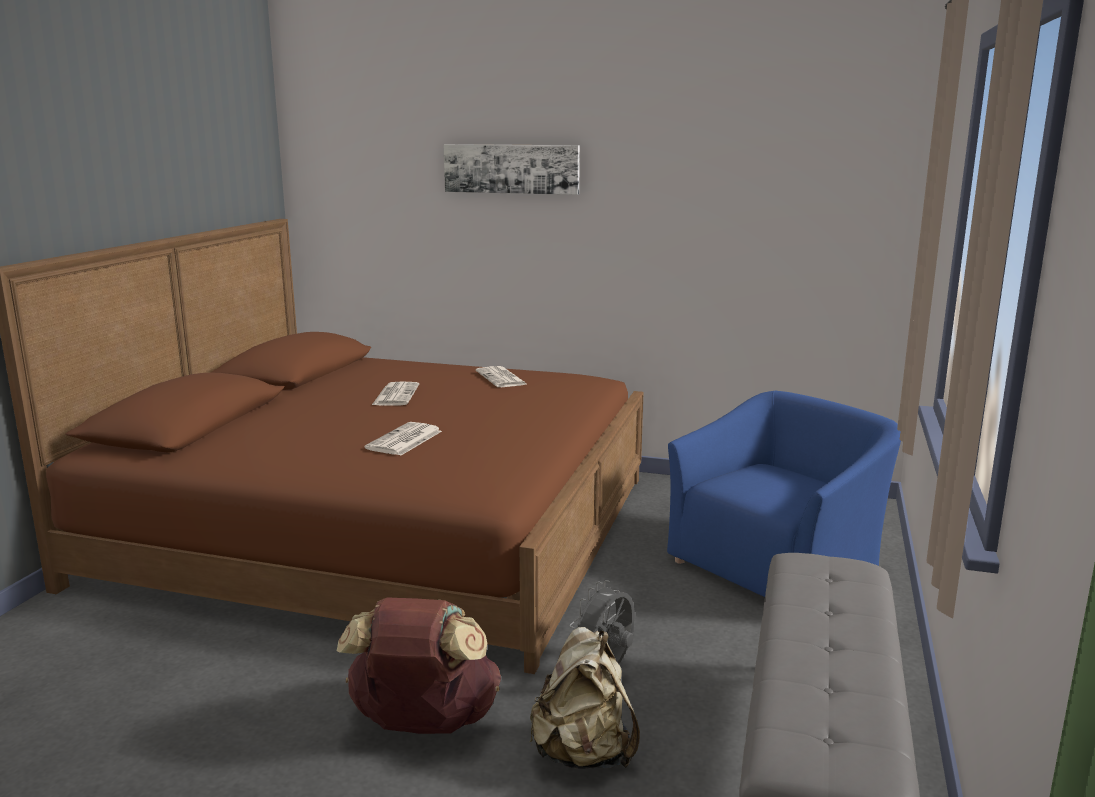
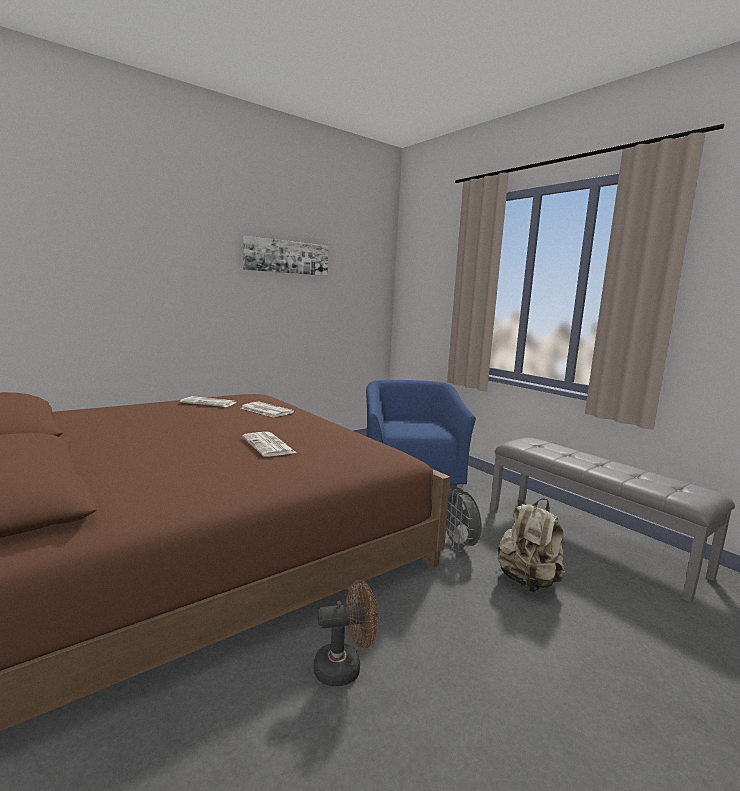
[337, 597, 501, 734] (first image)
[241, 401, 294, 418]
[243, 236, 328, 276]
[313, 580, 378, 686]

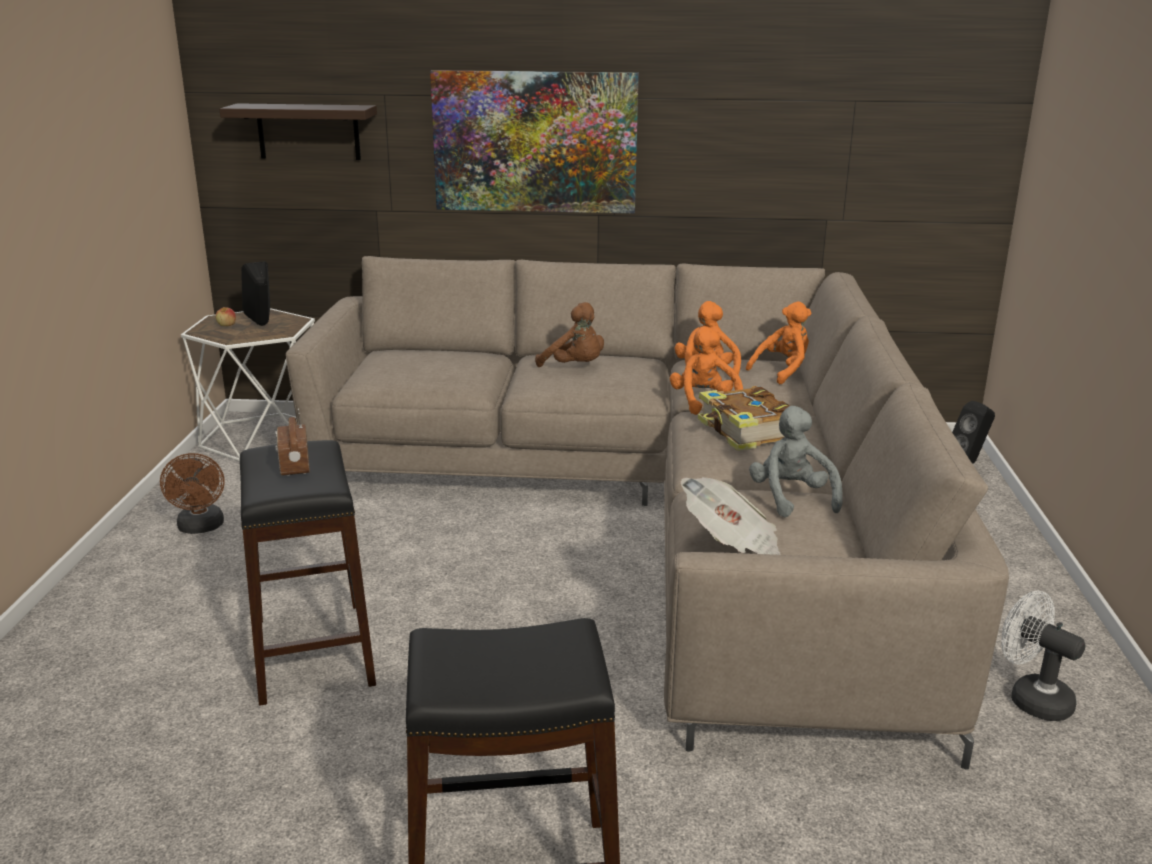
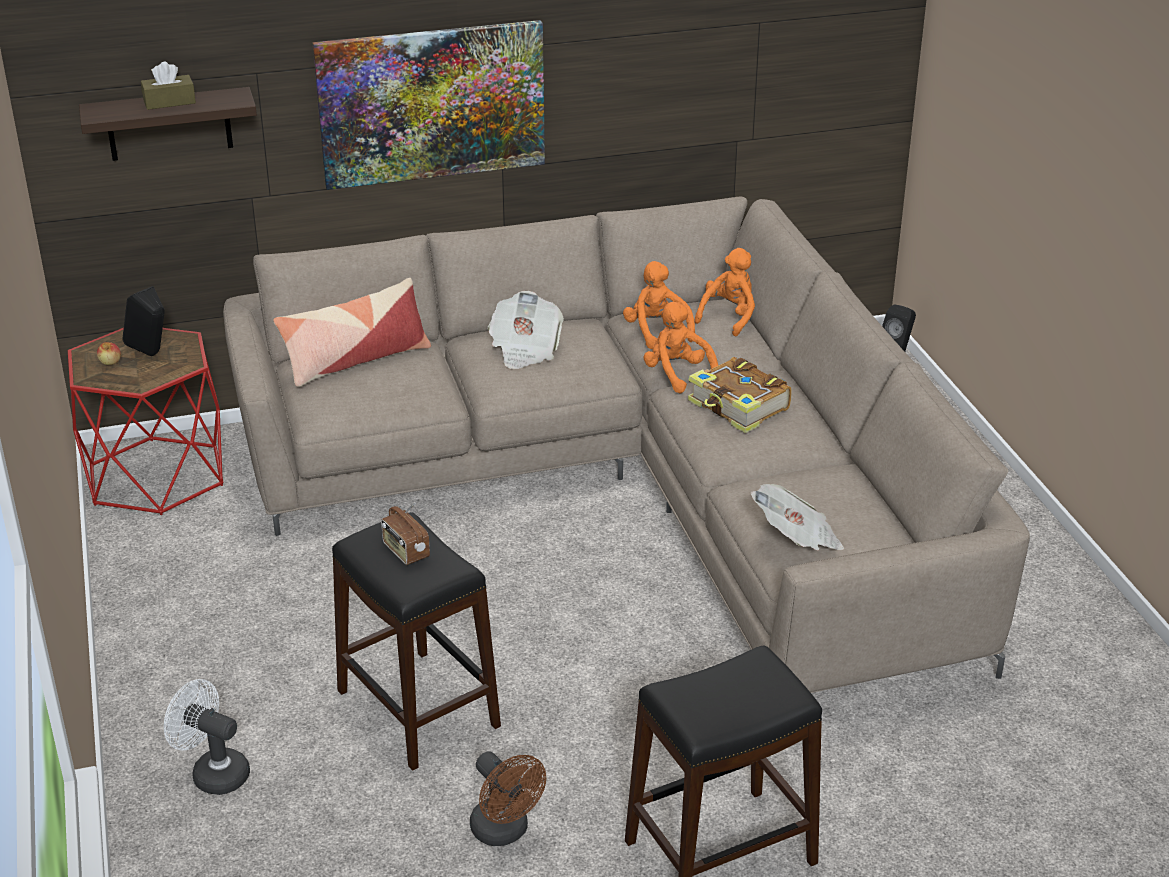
[470, 751, 546, 846]
[68, 328, 223, 515]
[488, 291, 564, 369]
[749, 406, 842, 518] (first image)
[164, 679, 250, 795]
[141, 61, 196, 110]
[273, 278, 431, 387]

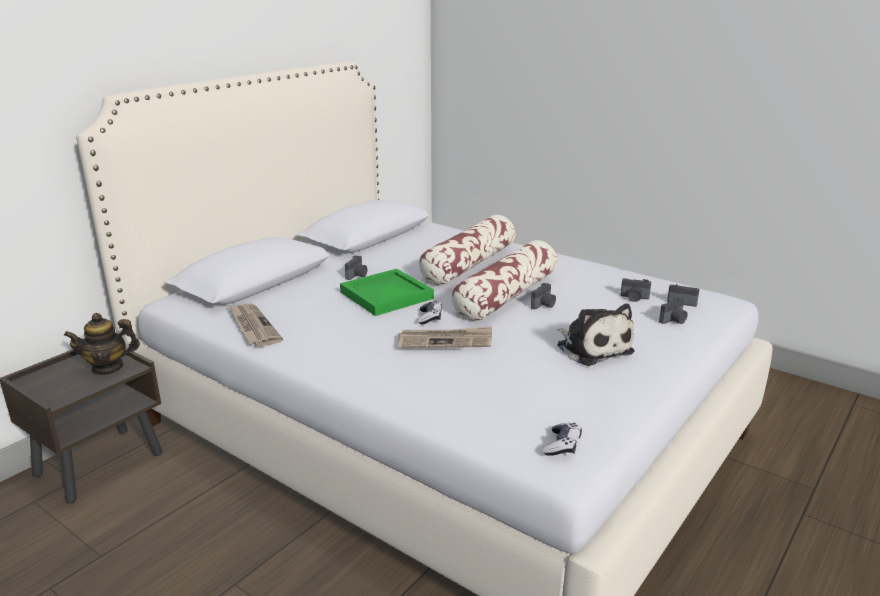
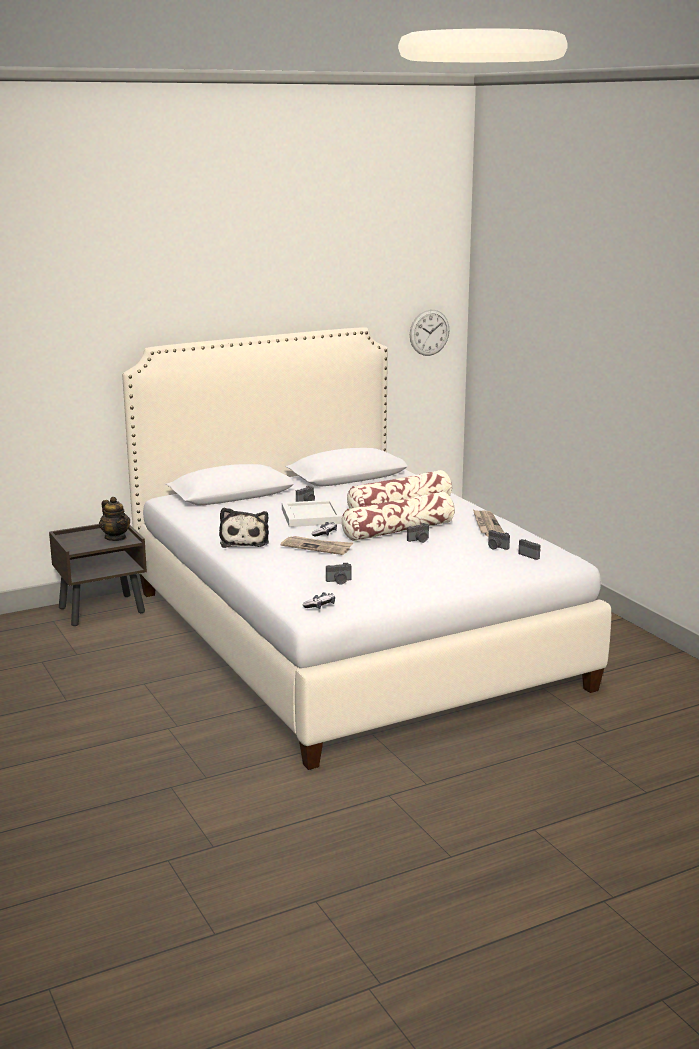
[99, 497, 130, 541]
[473, 510, 504, 537]
[282, 500, 343, 527]
[219, 508, 269, 548]
[326, 563, 352, 584]
[410, 310, 449, 356]

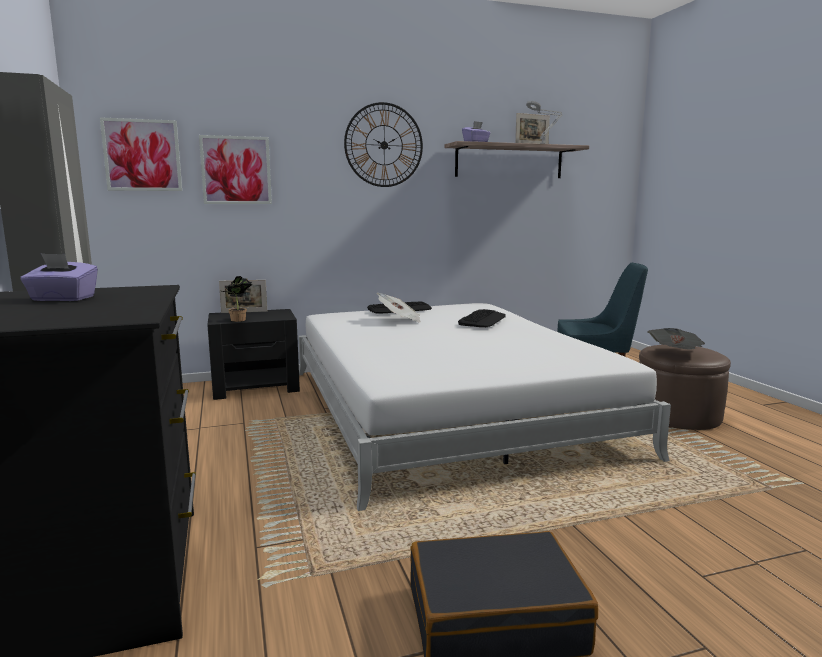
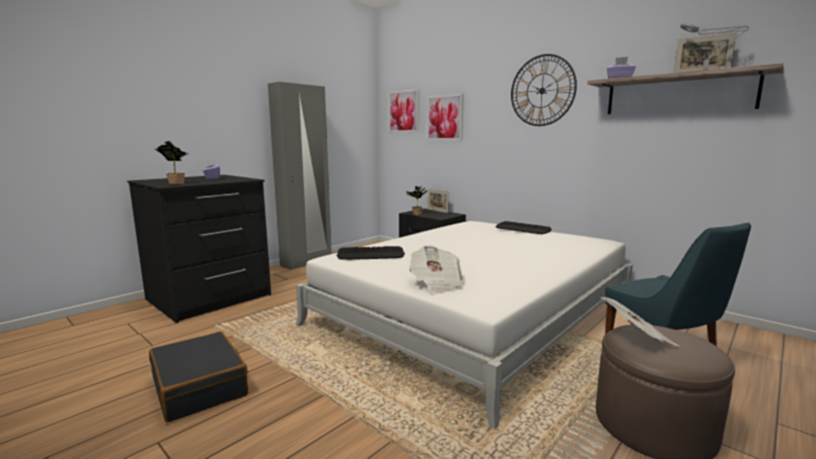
[409, 245, 463, 294]
[337, 246, 405, 260]
[155, 141, 189, 185]

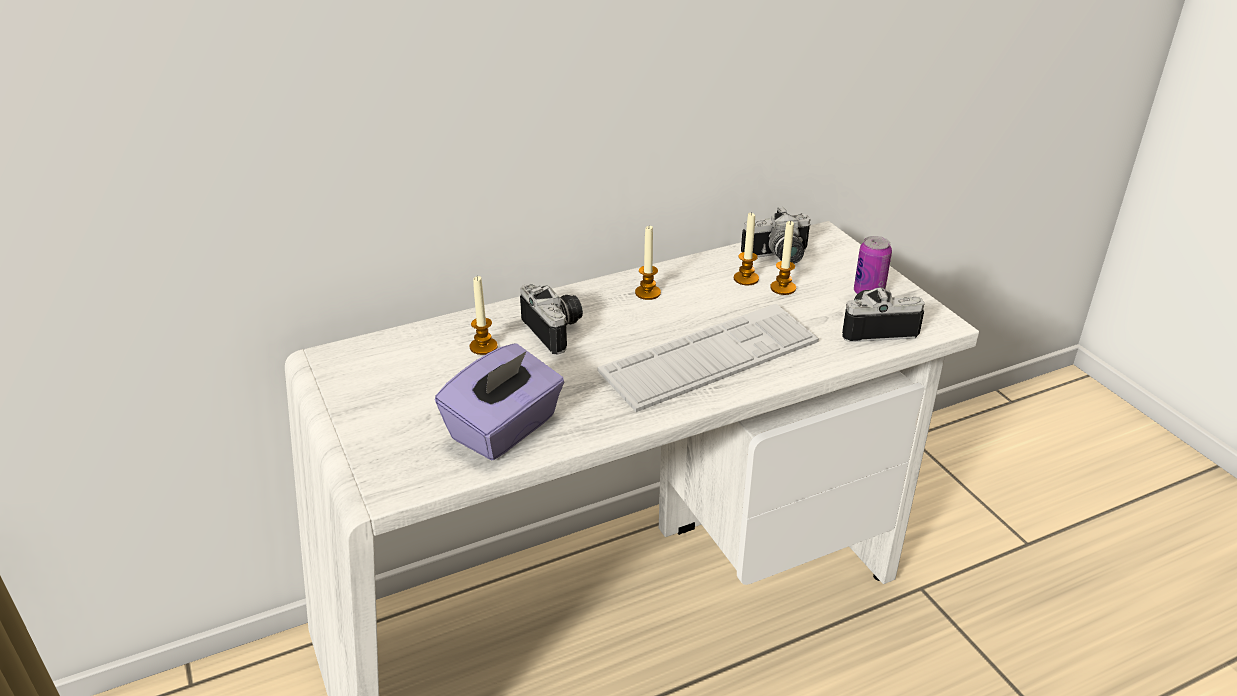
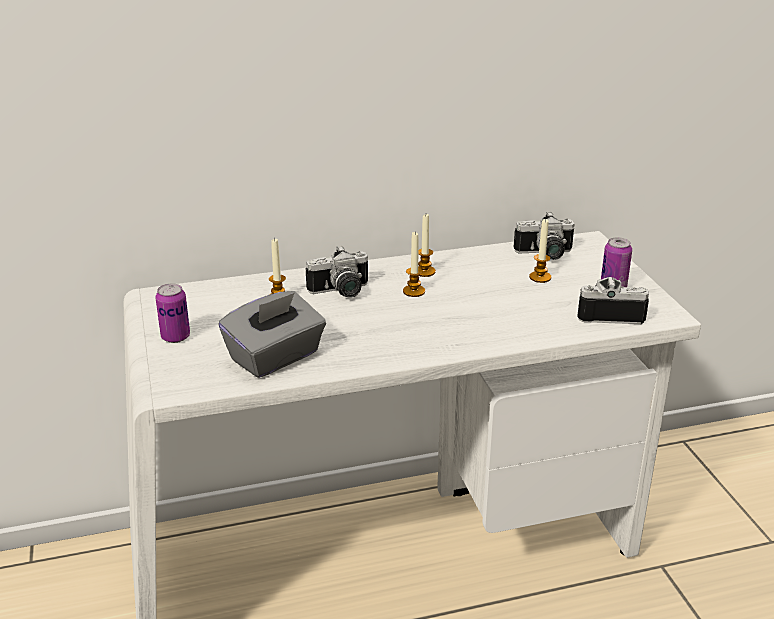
[219, 291, 326, 378]
[306, 246, 368, 298]
[598, 304, 819, 412] (first image)
[403, 232, 425, 297]
[156, 283, 190, 343]

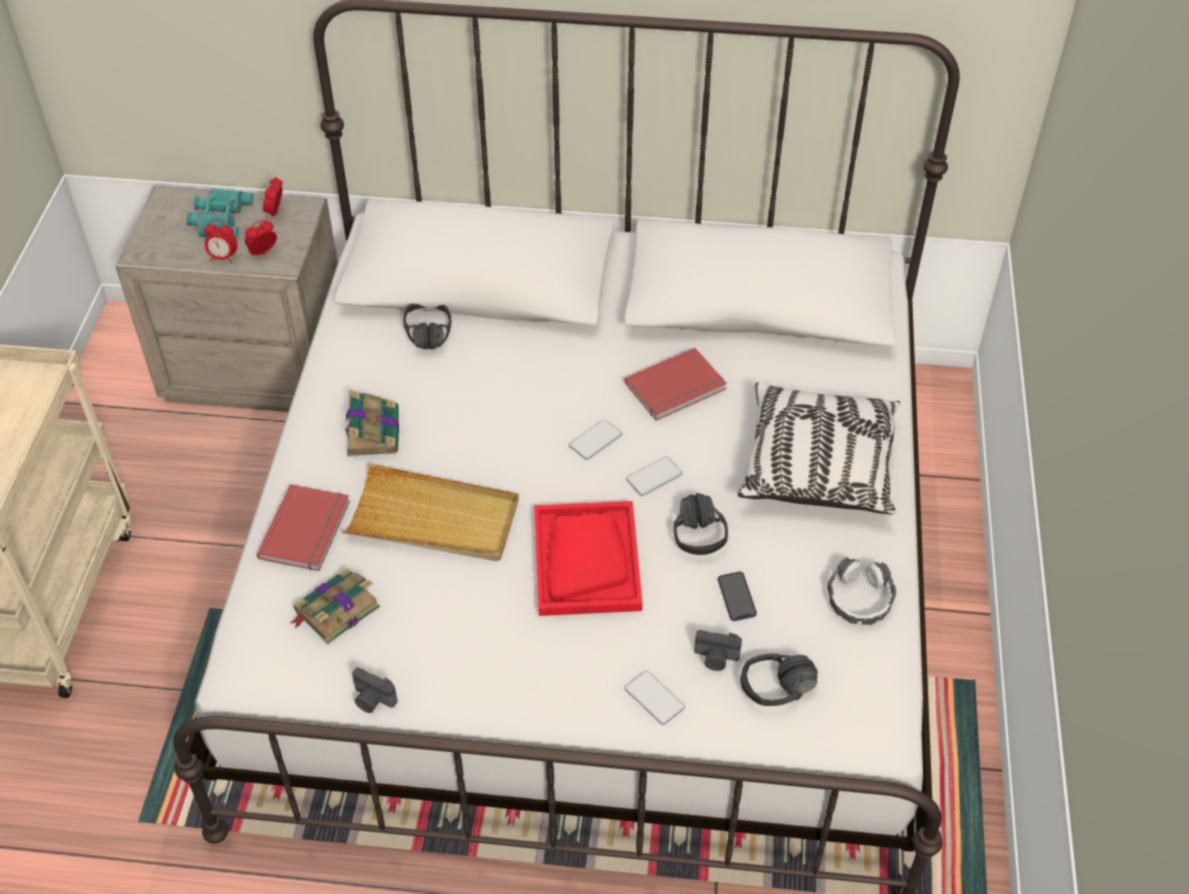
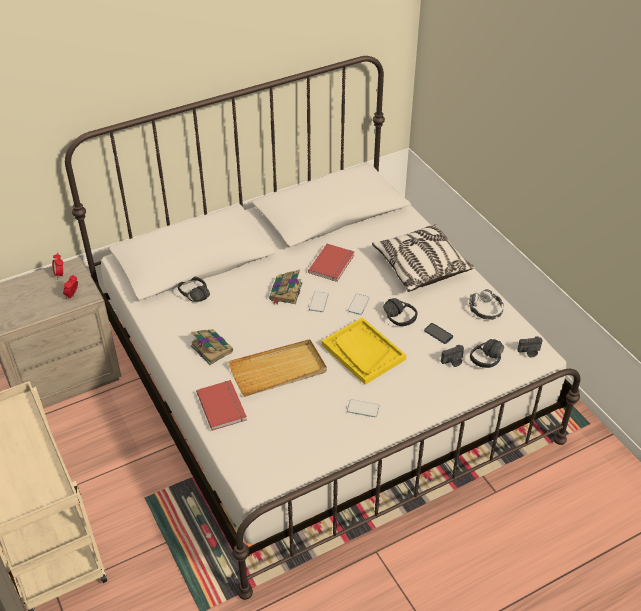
[186, 189, 254, 239] (first image)
[204, 219, 237, 263] (first image)
[269, 270, 303, 304]
[517, 337, 543, 357]
[322, 317, 406, 385]
[347, 399, 380, 417]

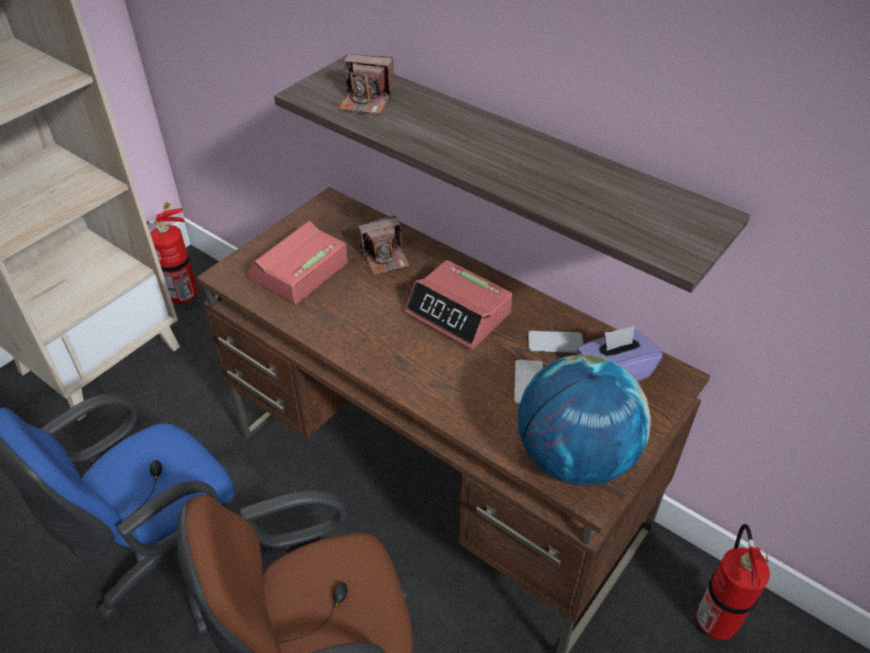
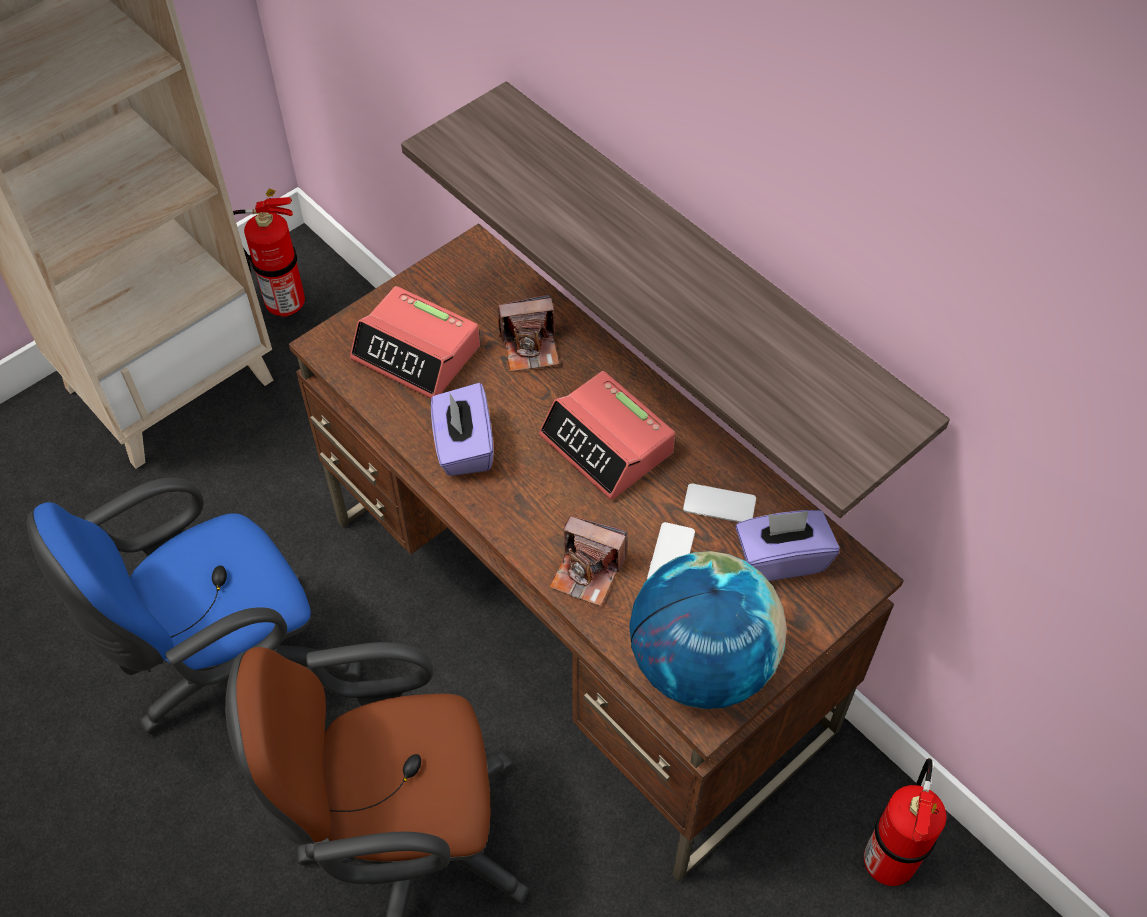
[350, 286, 480, 398]
[550, 515, 627, 606]
[431, 383, 494, 476]

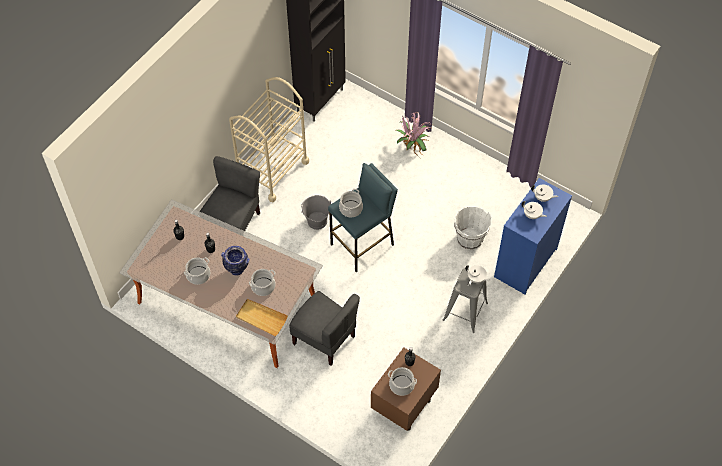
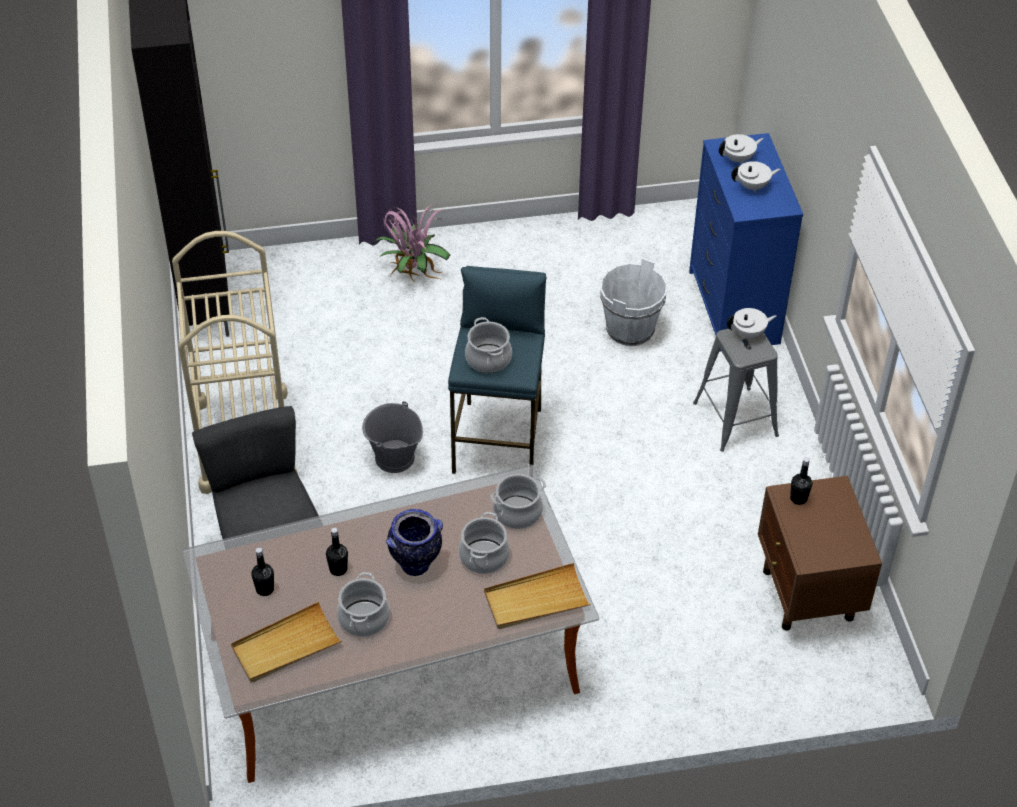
[289, 291, 360, 366] (first image)
[490, 474, 546, 529]
[231, 602, 342, 682]

